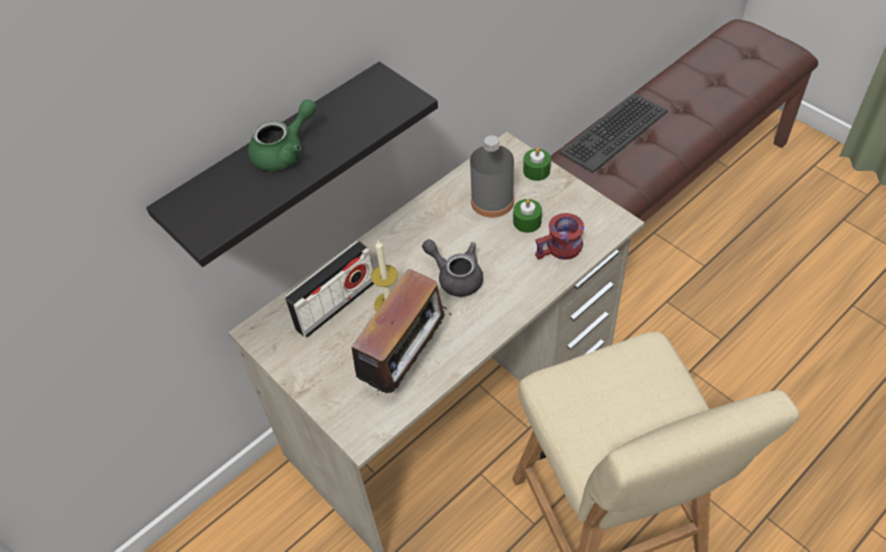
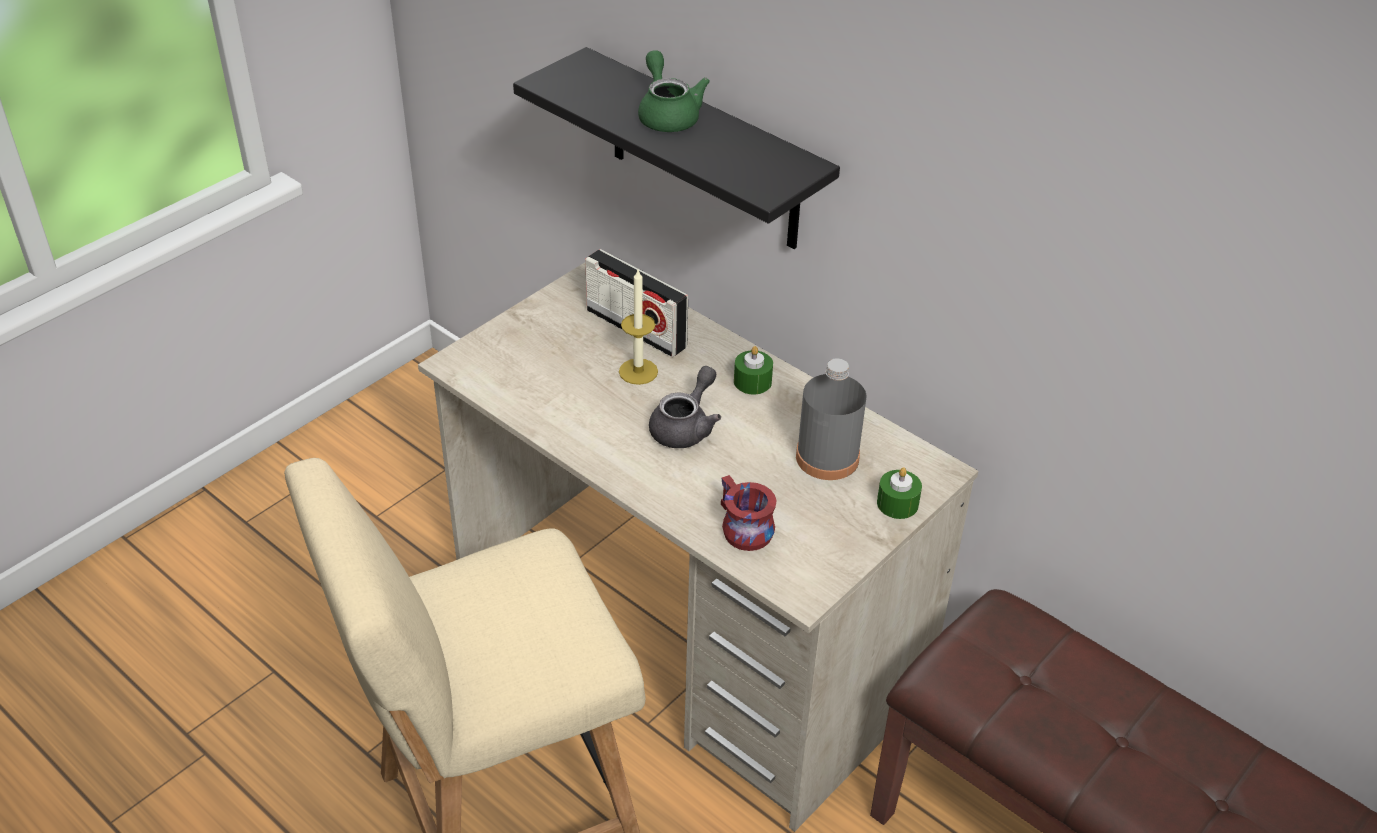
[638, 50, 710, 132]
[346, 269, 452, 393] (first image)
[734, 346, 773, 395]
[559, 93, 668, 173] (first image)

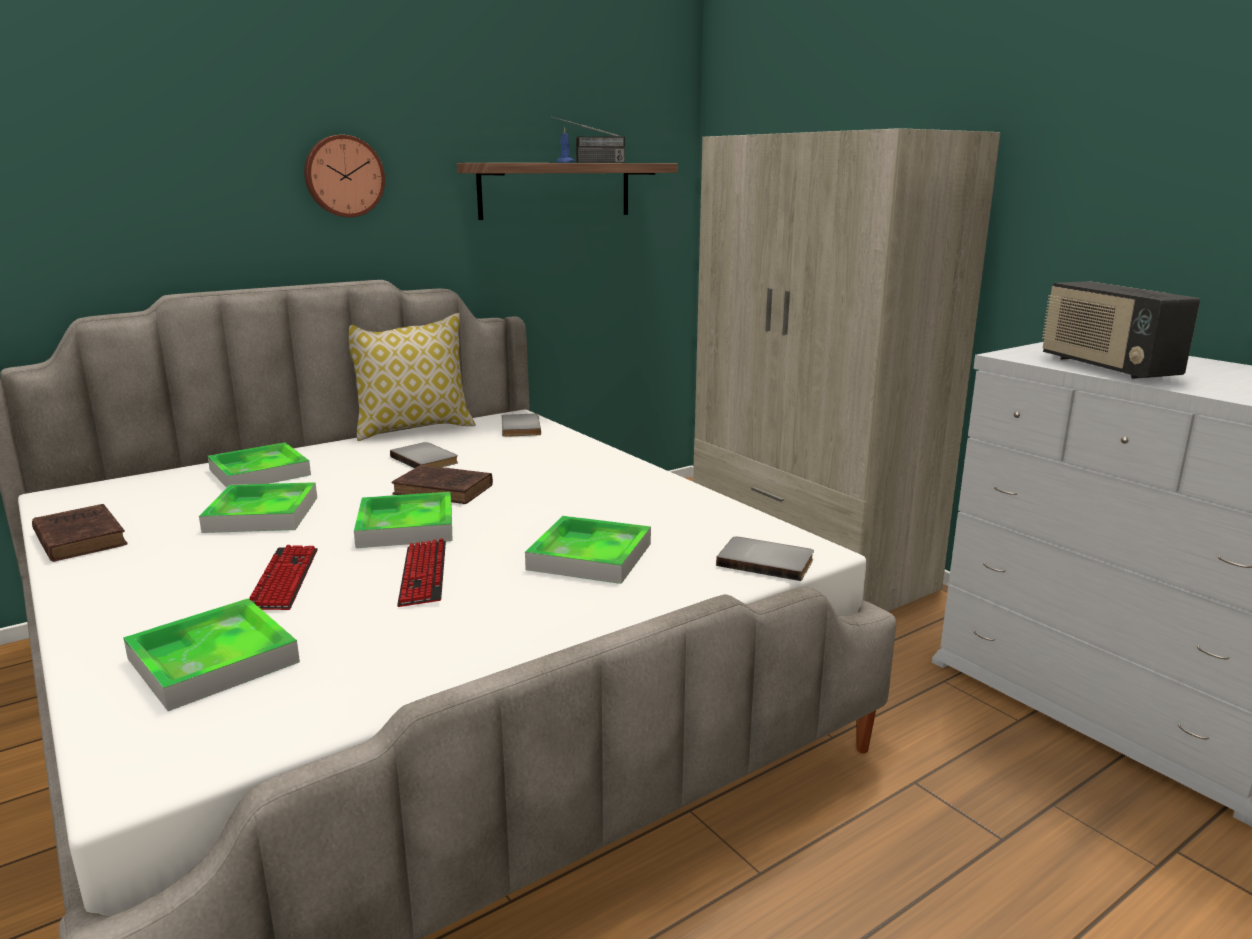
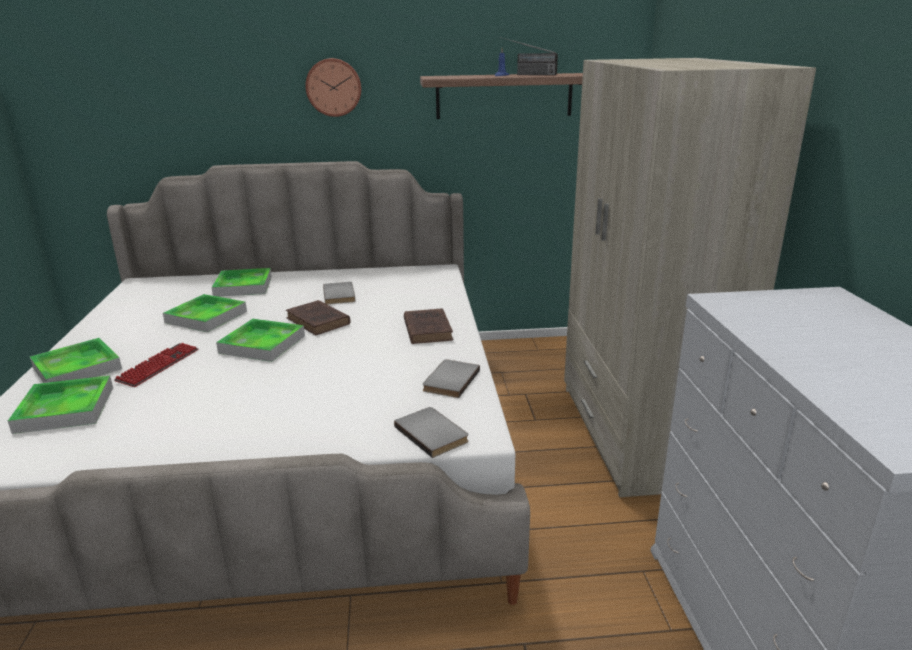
[404, 308, 453, 344]
[349, 313, 476, 441] (first image)
[397, 538, 446, 607] (first image)
[423, 359, 480, 398]
[30, 338, 122, 383]
[1042, 281, 1200, 379] (first image)

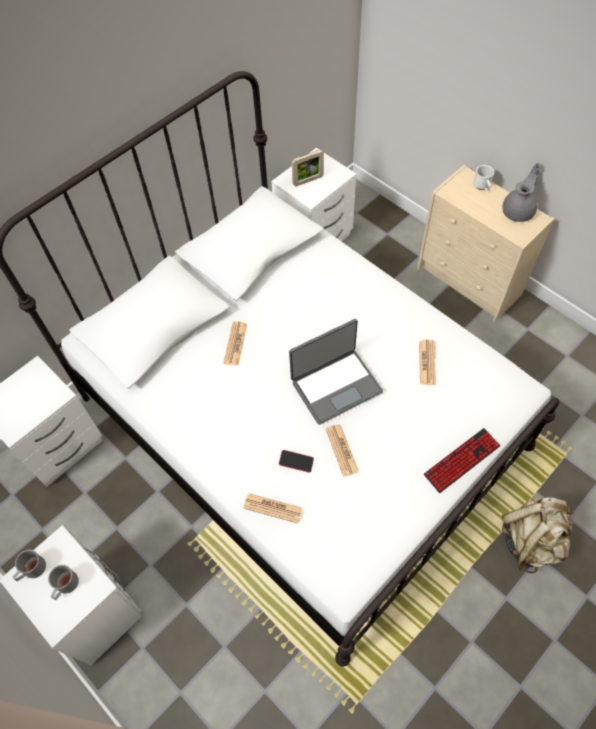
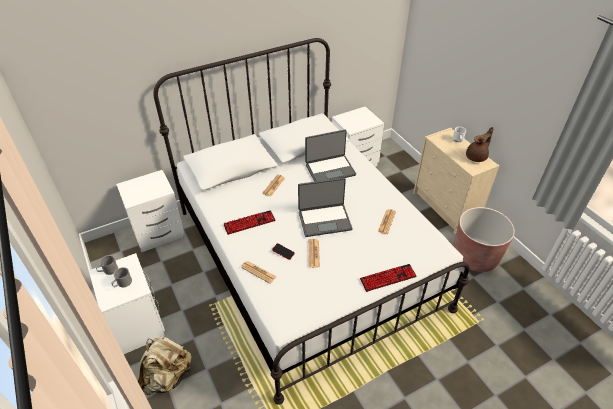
[292, 150, 324, 187] (first image)
[466, 127, 494, 162]
[138, 336, 192, 395]
[224, 210, 275, 235]
[305, 129, 356, 182]
[453, 207, 515, 272]

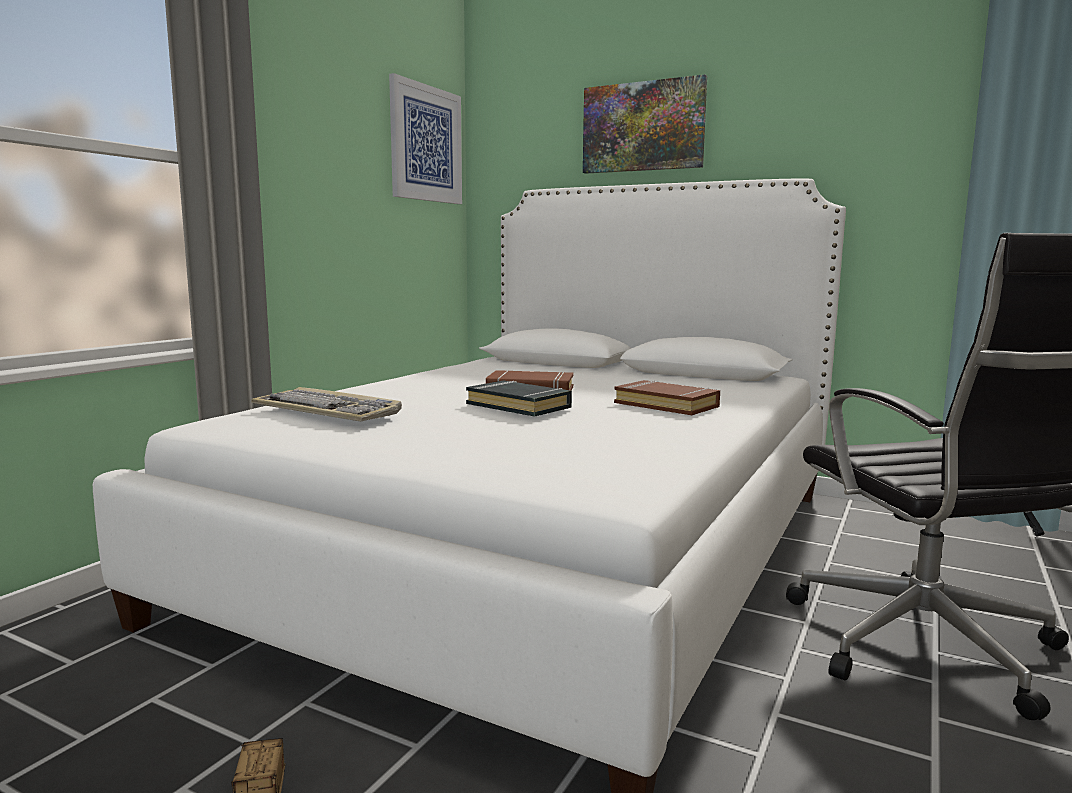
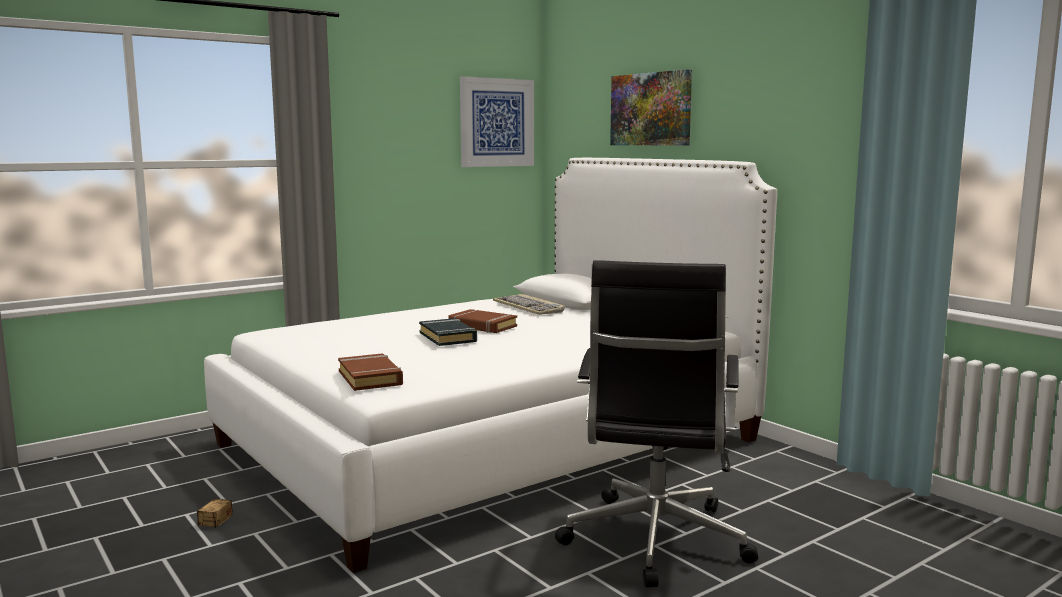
[493, 294, 565, 315]
[338, 354, 403, 391]

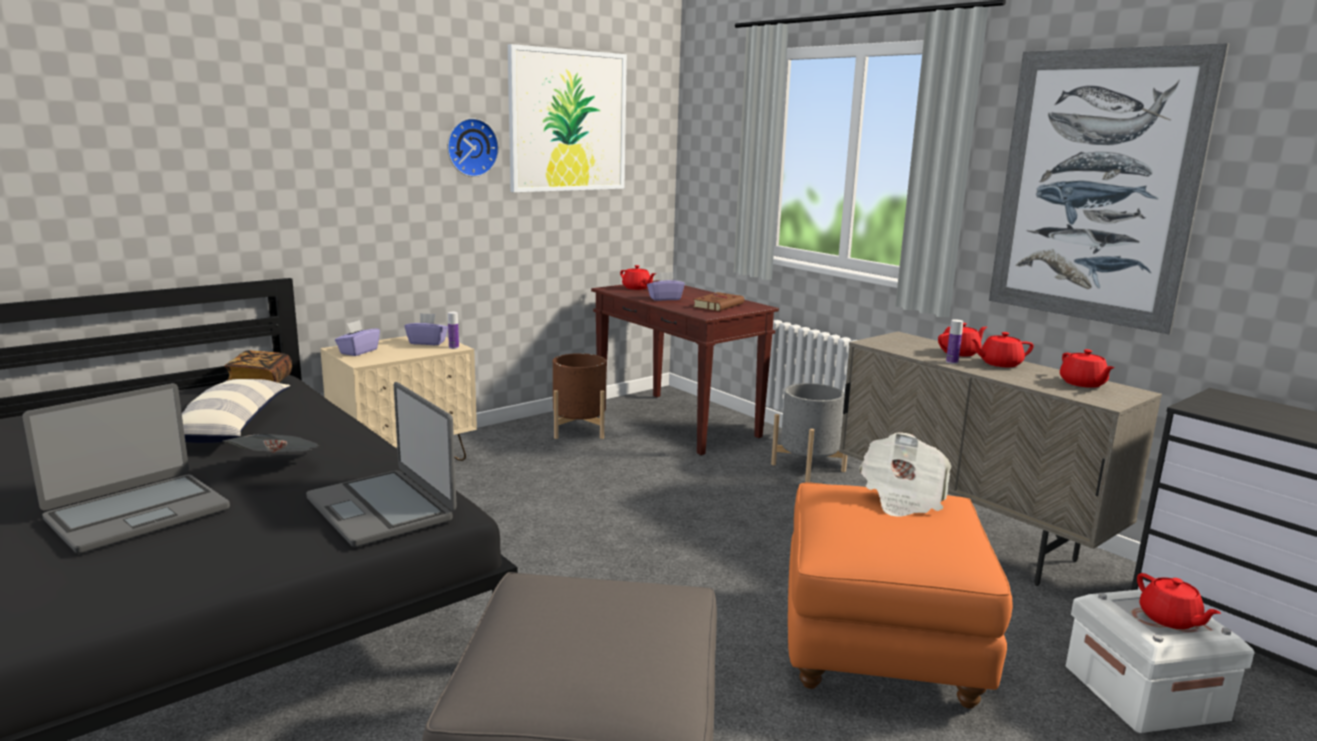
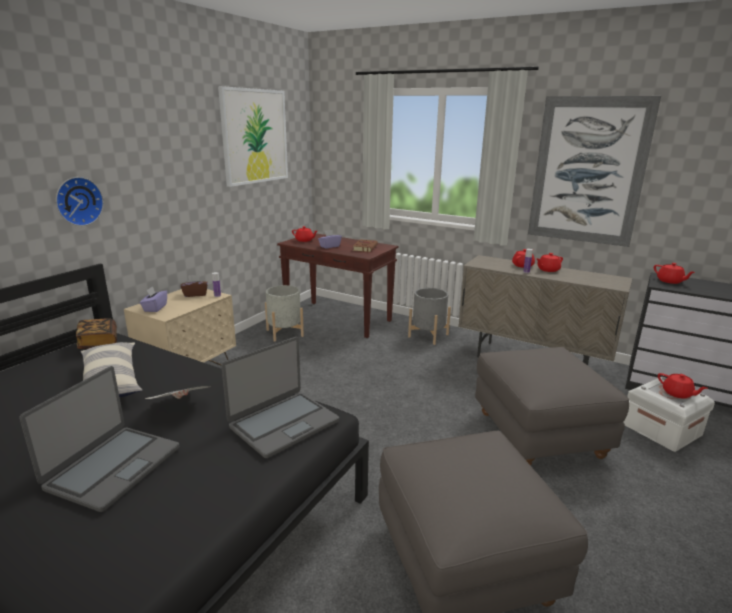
[221, 337, 339, 458]
[180, 275, 208, 297]
[56, 177, 104, 226]
[265, 285, 304, 342]
[475, 347, 629, 466]
[860, 432, 951, 517] (first image)
[654, 263, 695, 284]

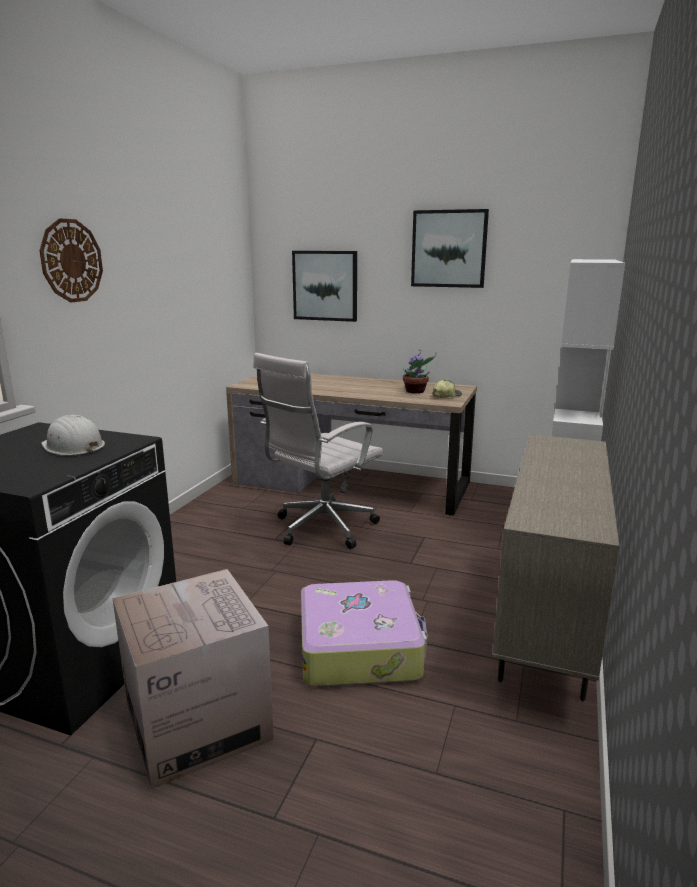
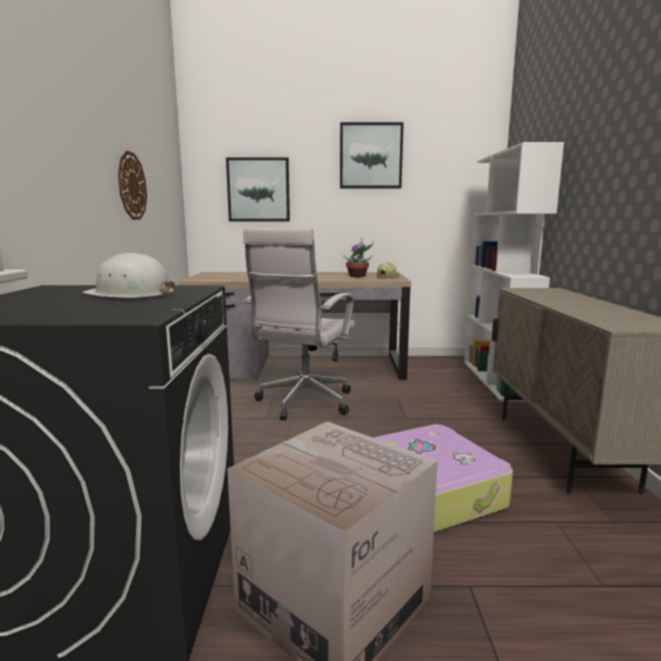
[118, 151, 147, 220]

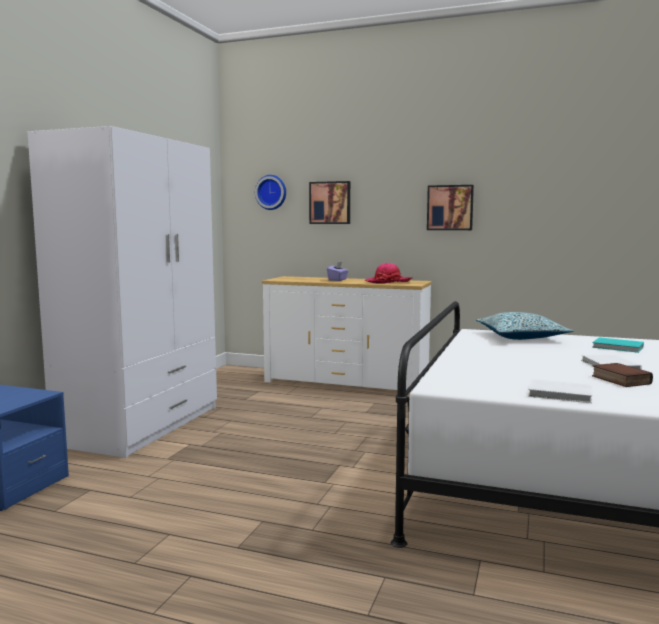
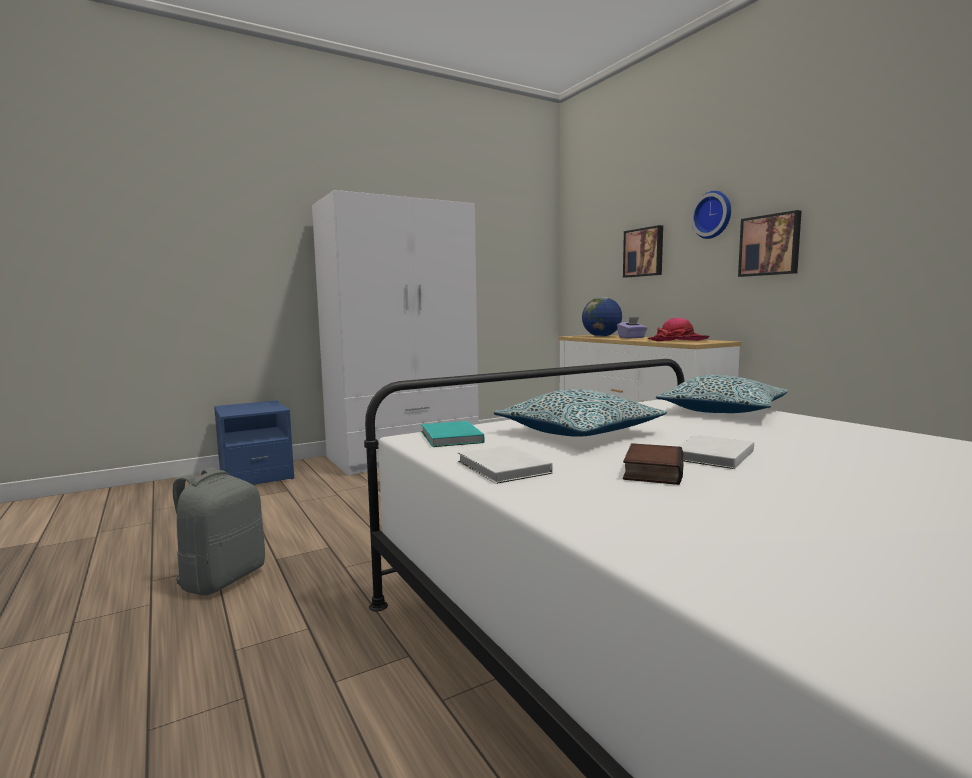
[691, 191, 731, 239]
[421, 421, 484, 447]
[173, 468, 265, 596]
[494, 389, 667, 437]
[582, 297, 622, 337]

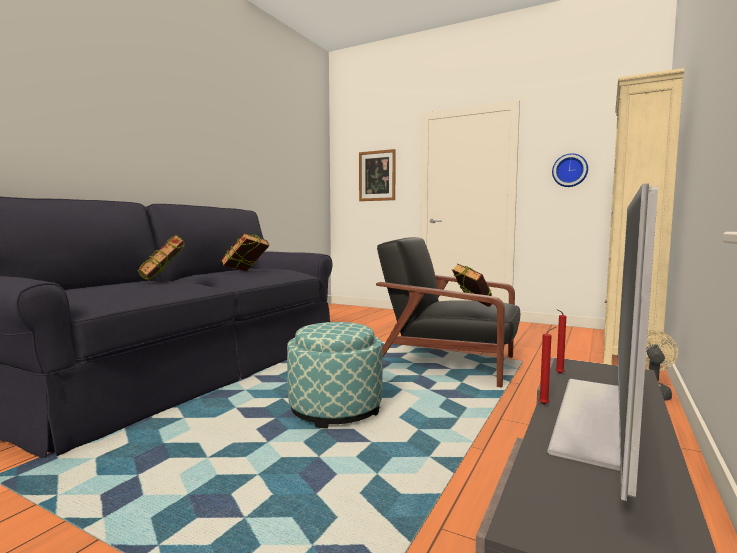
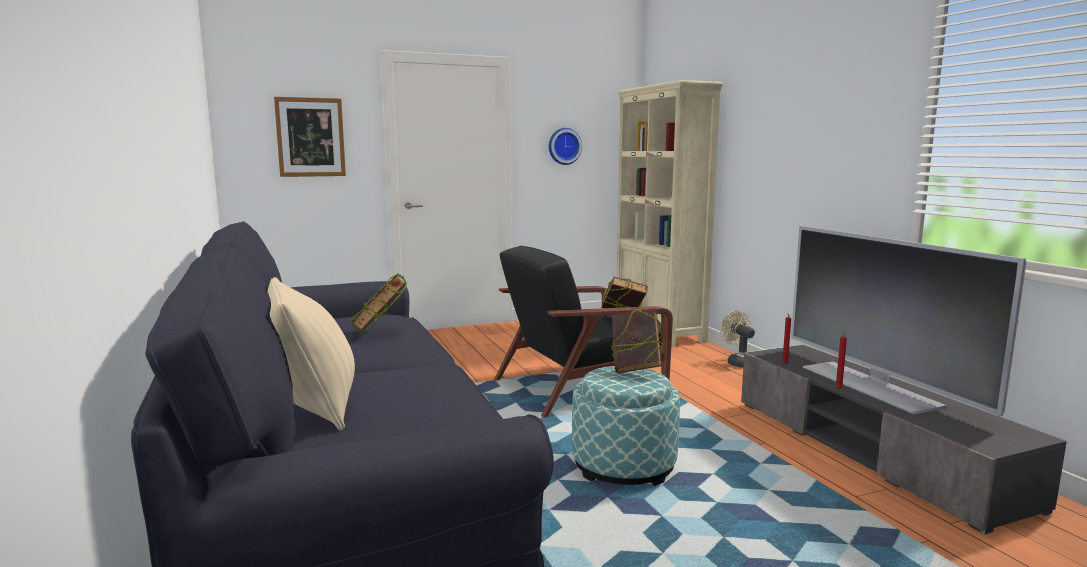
[611, 308, 664, 373]
[268, 277, 355, 430]

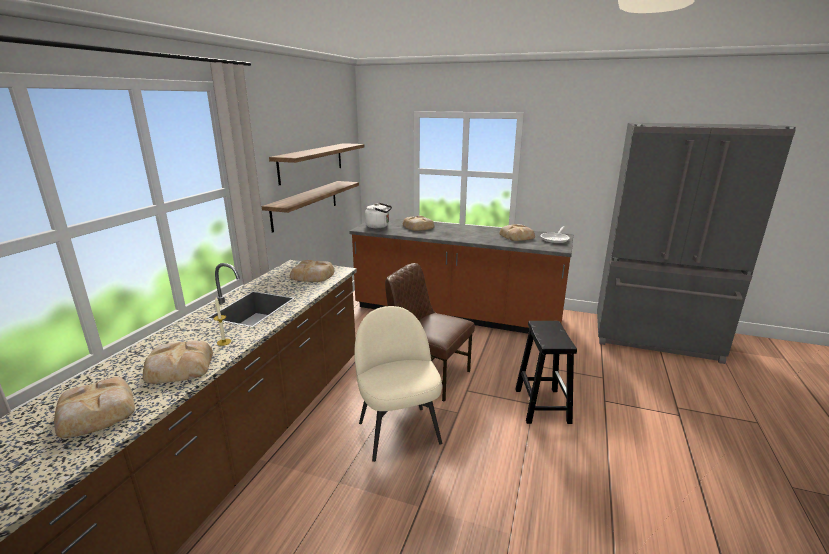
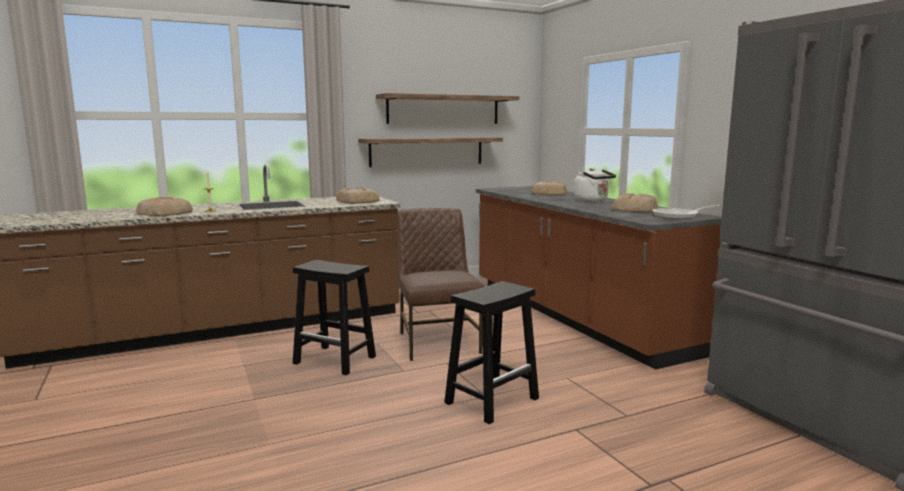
[54, 377, 135, 438] (first image)
[293, 260, 376, 375]
[574, 168, 616, 202]

